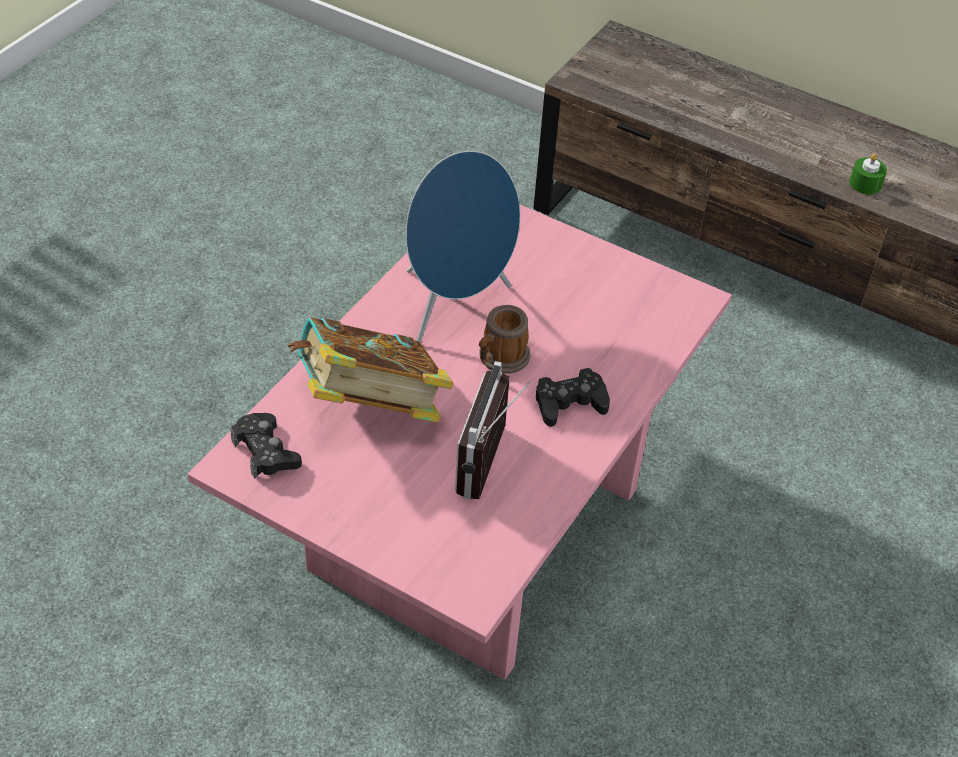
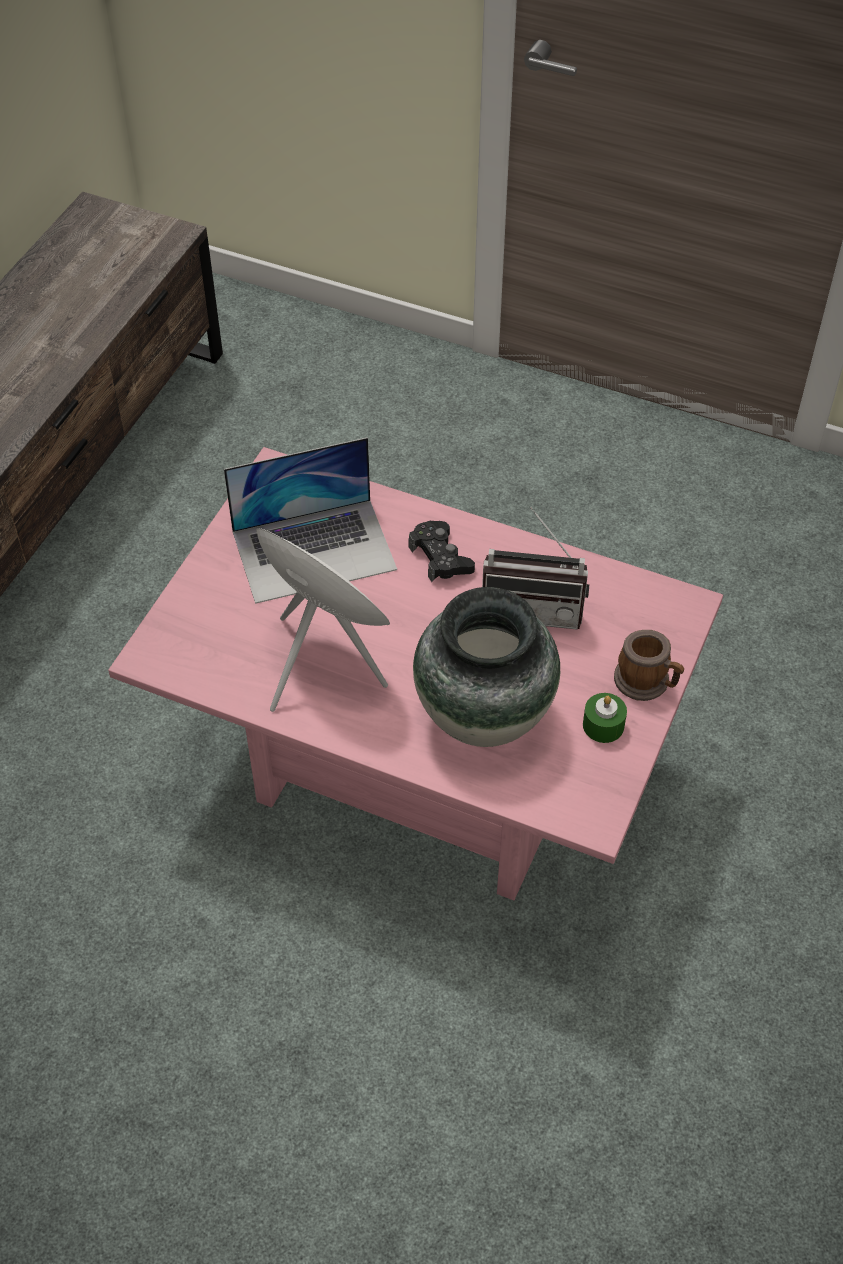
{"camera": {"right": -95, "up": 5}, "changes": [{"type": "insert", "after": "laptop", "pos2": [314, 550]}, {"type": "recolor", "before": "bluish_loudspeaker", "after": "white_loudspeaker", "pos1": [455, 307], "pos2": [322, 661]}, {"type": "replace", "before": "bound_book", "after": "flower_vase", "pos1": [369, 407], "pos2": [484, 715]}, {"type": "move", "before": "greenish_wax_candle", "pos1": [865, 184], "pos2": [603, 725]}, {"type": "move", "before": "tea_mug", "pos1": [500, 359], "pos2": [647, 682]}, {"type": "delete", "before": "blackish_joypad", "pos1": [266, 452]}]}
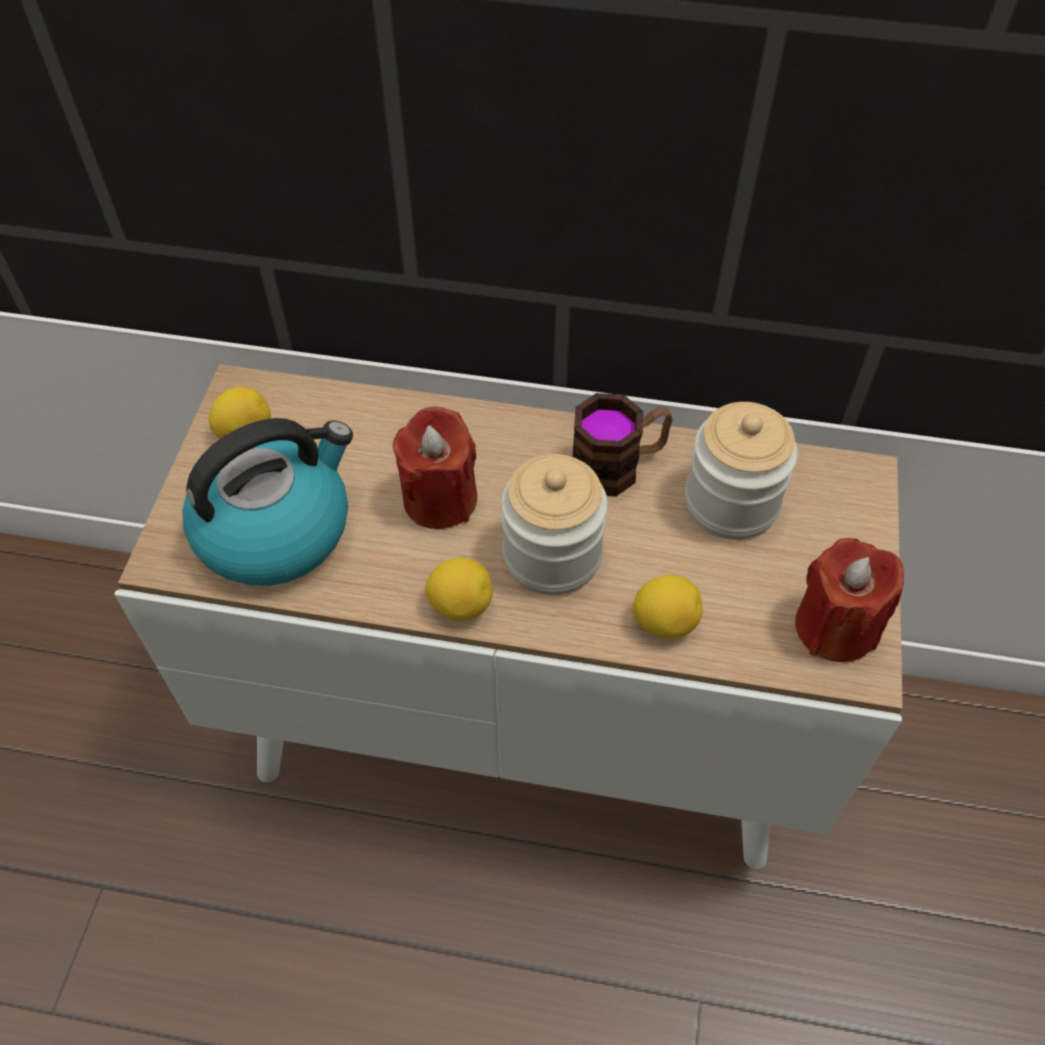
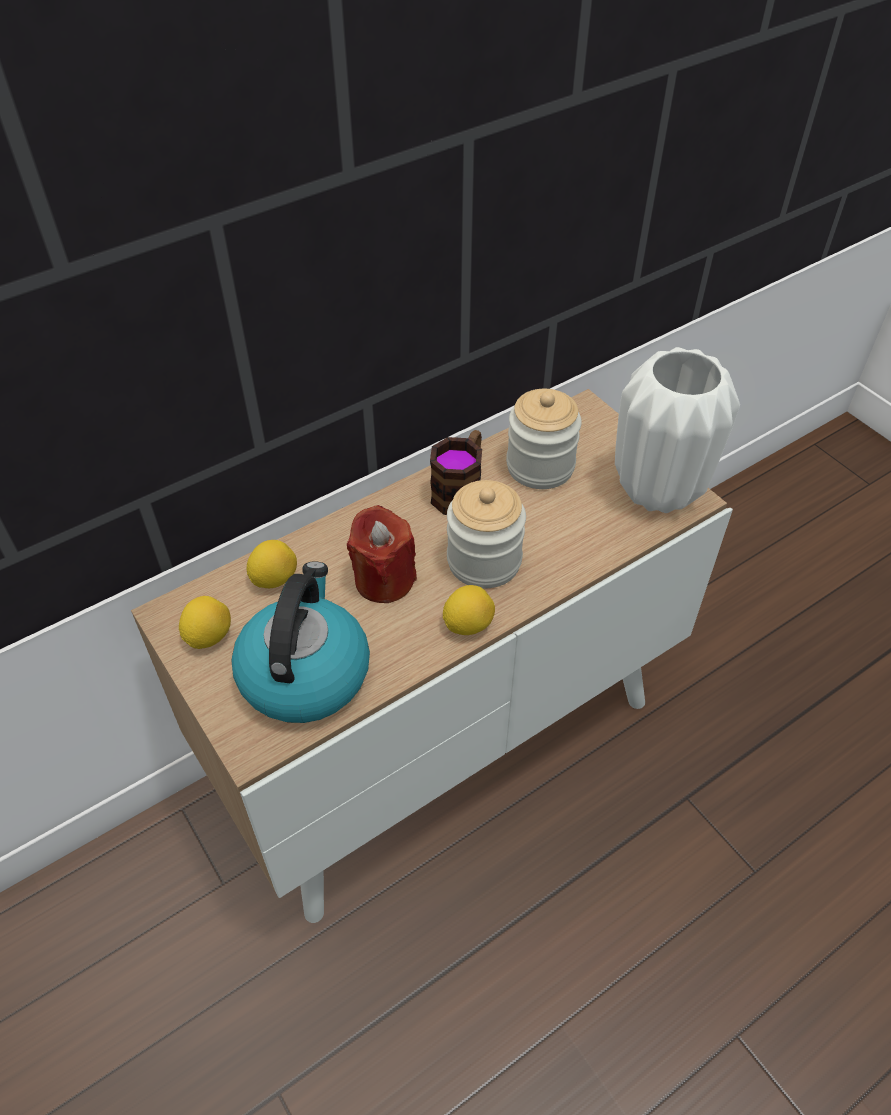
{"camera": {"right": -45, "up": -5}, "changes": [{"type": "move", "before": "citrus_fruit", "pos1": [664, 622], "pos2": [274, 579]}, {"type": "replace", "before": "reddish_wax_candle", "after": "white_flower_vase", "pos1": [835, 627], "pos2": [658, 489]}]}
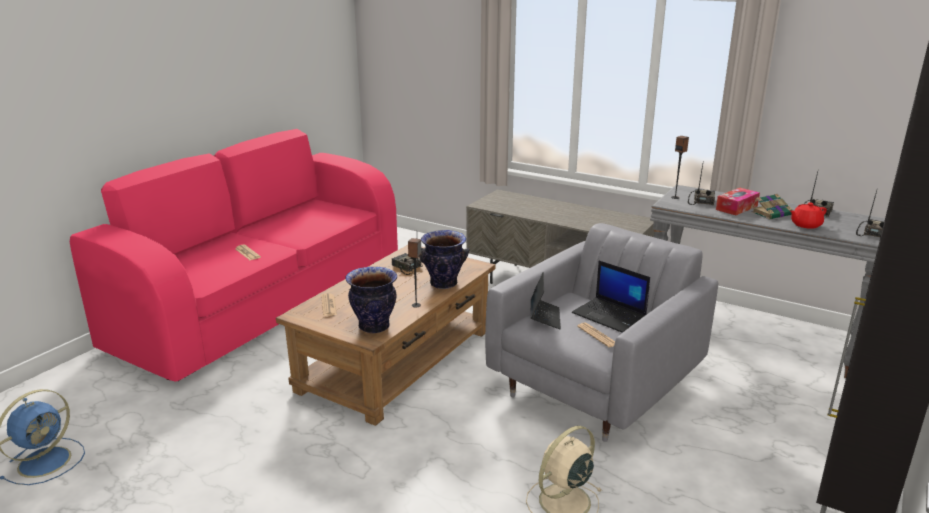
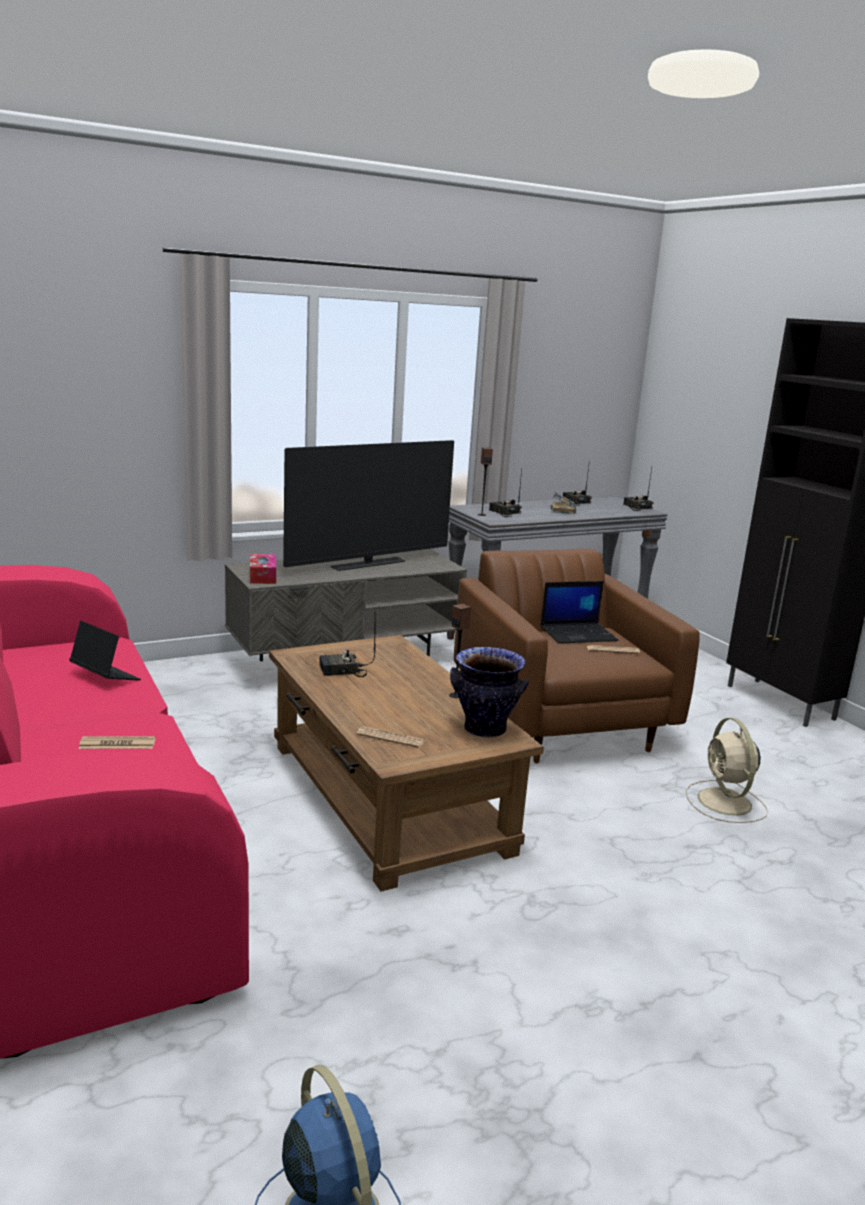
{"camera": {"right": -60, "up": -5}, "changes": [{"type": "move", "before": "laptop", "pos1": [544, 317], "pos2": [105, 677]}, {"type": "move", "before": "tissue_box", "pos1": [736, 208], "pos2": [263, 576]}, {"type": "insert", "after": "TV", "pos2": [368, 564]}, {"type": "recolor", "before": "grey_easy_chair", "after": "brown-coloured_easy_chair", "pos1": [596, 386], "pos2": [559, 721]}, {"type": "delete", "before": "flower_vase", "pos1": [443, 284]}, {"type": "delete", "before": "reddish_tea_pot", "pos1": [805, 225]}]}
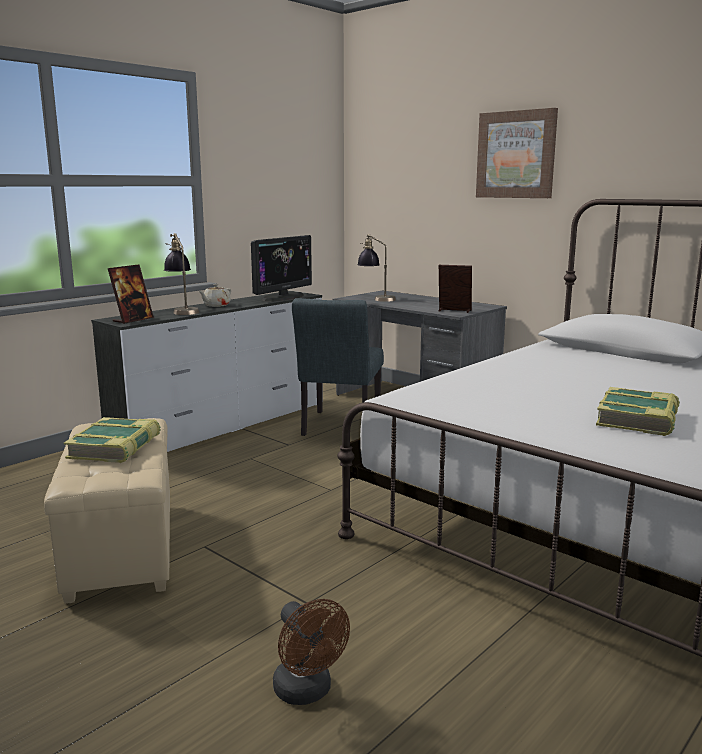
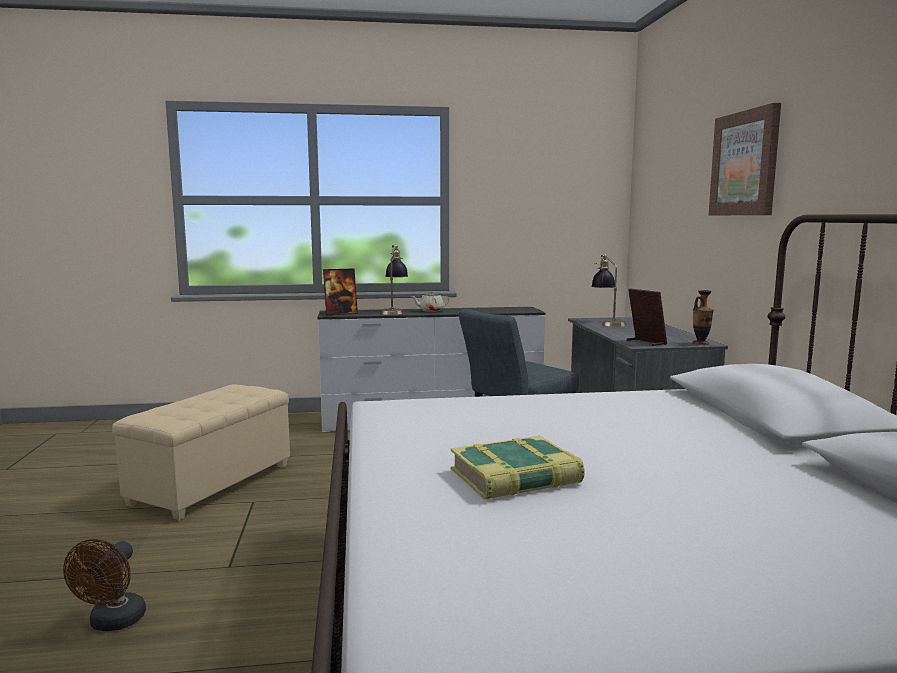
{"camera": {"right": 40, "up": -5}, "changes": [{"type": "insert", "after": "flower_vase", "pos2": [700, 343]}, {"type": "delete", "before": "bound_book", "pos1": [116, 447]}, {"type": "delete", "before": "monitor", "pos1": [283, 297]}]}
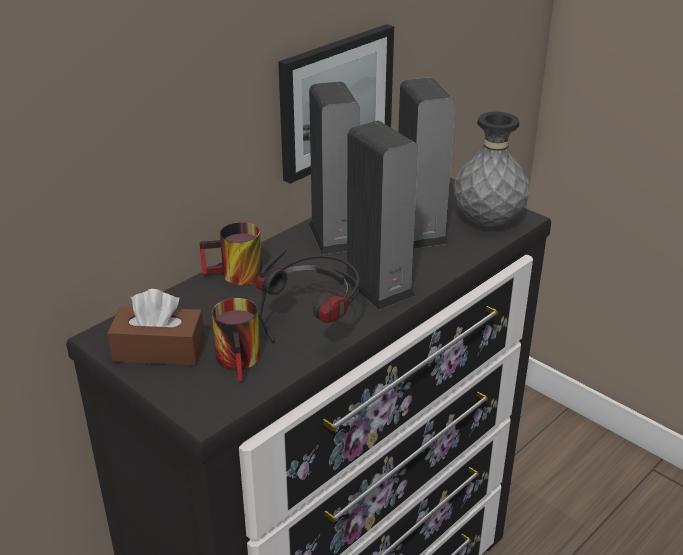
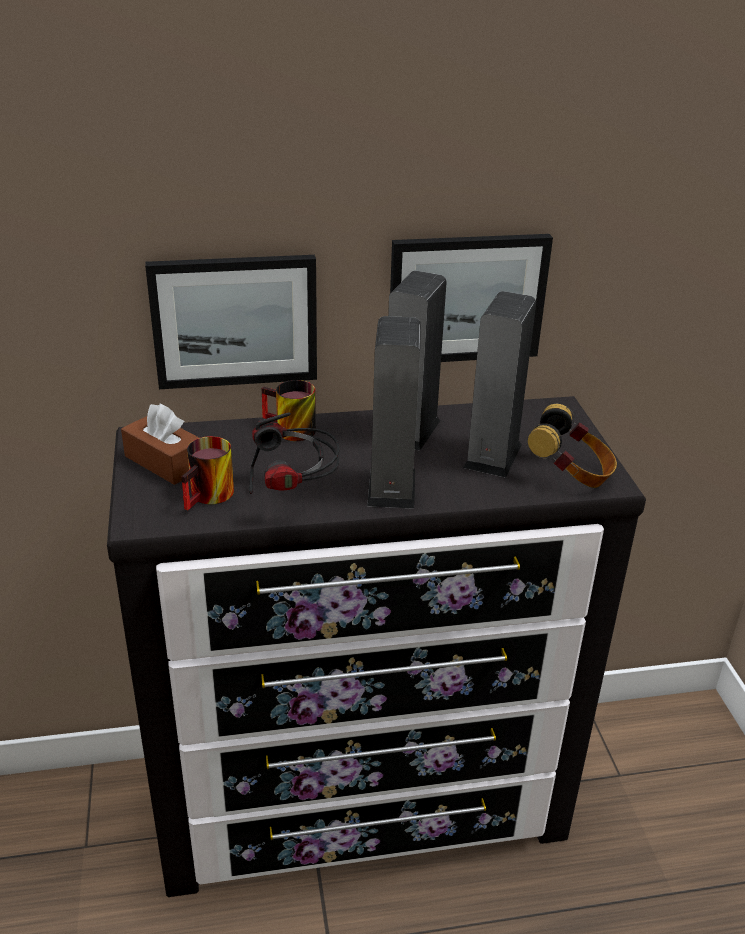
{"camera": {"right": 35, "up": 0}, "changes": [{"type": "insert", "after": "wall_art", "pos2": [234, 320]}, {"type": "replace", "before": "grey_flower_vase", "after": "headset", "pos1": [488, 222], "pos2": [570, 474]}]}
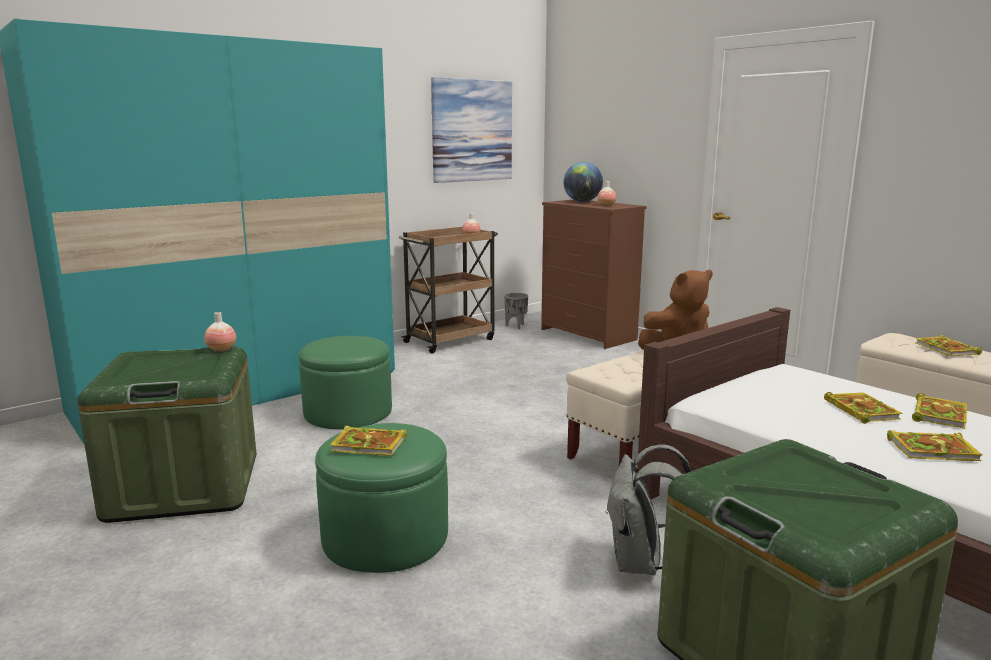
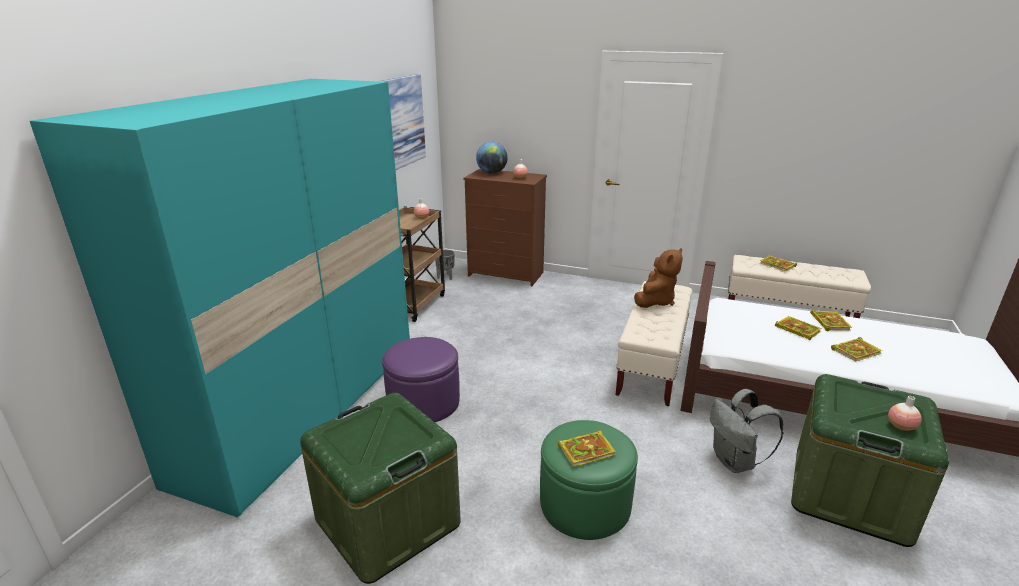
{"camera": {"right": -30, "up": 10}, "changes": [{"type": "recolor", "before": "greenish_footrest", "after": "purple-coloured_footrest", "pos1": [348, 412], "pos2": [423, 402]}, {"type": "move", "before": "flower_vase", "pos1": [221, 349], "pos2": [901, 426]}]}
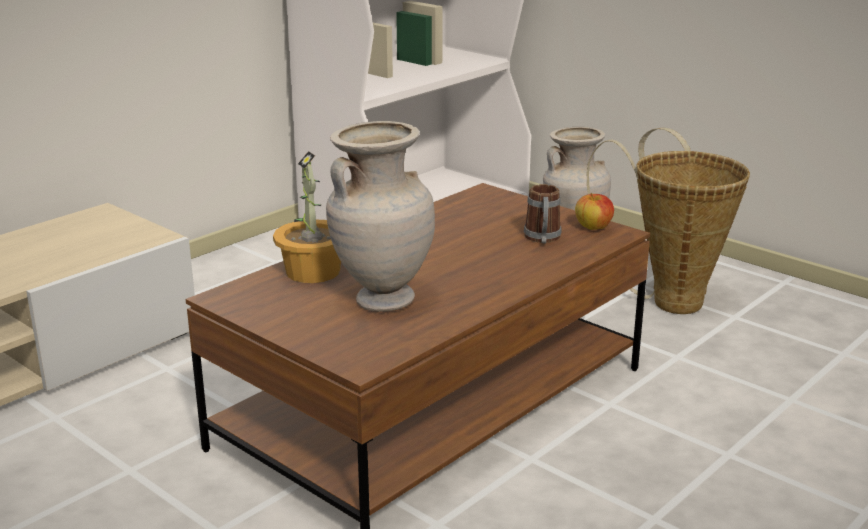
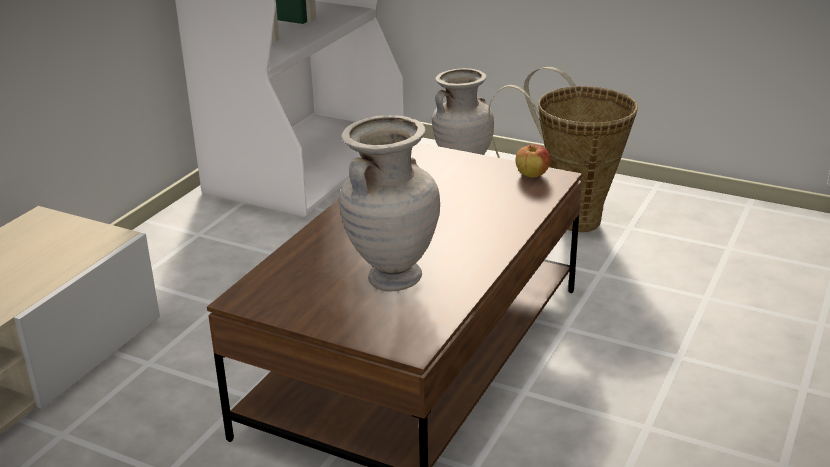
{"camera": {"right": -15, "up": 5}, "changes": [{"type": "delete", "before": "houseplant", "pos1": [314, 271]}, {"type": "delete", "before": "tea_mug", "pos1": [542, 239]}]}
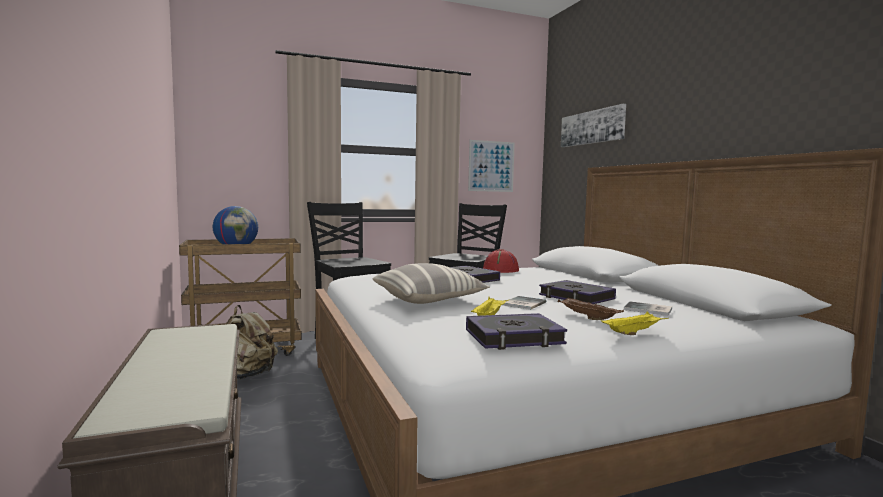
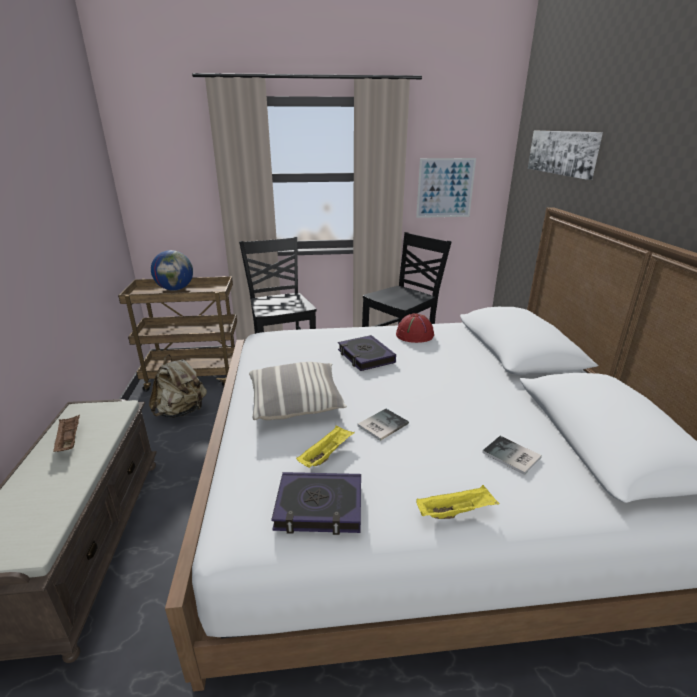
{"camera": {"right": 15, "up": 20}, "changes": [{"type": "move", "before": "brown-coloured_carrying_tray", "pos1": [587, 317], "pos2": [69, 441]}, {"type": "delete", "before": "bound_book", "pos1": [576, 297]}]}
